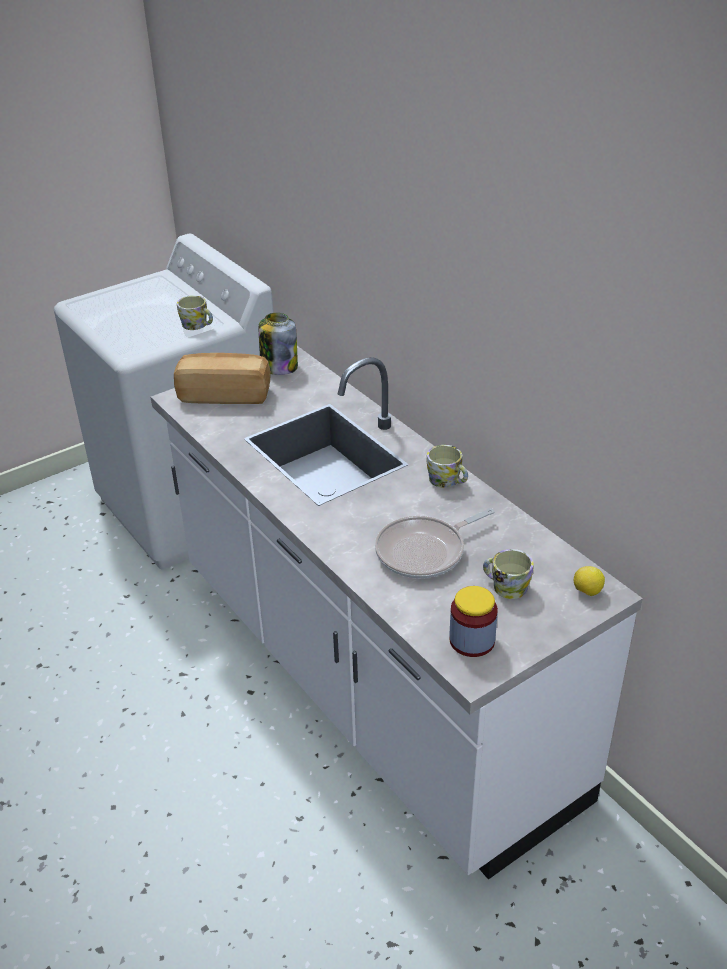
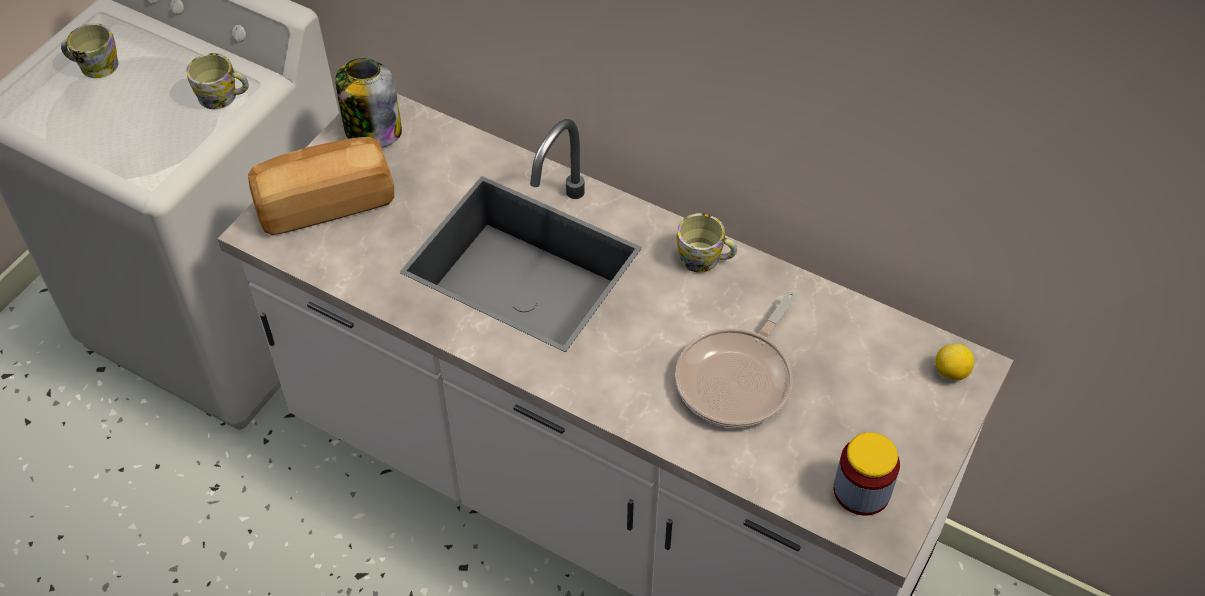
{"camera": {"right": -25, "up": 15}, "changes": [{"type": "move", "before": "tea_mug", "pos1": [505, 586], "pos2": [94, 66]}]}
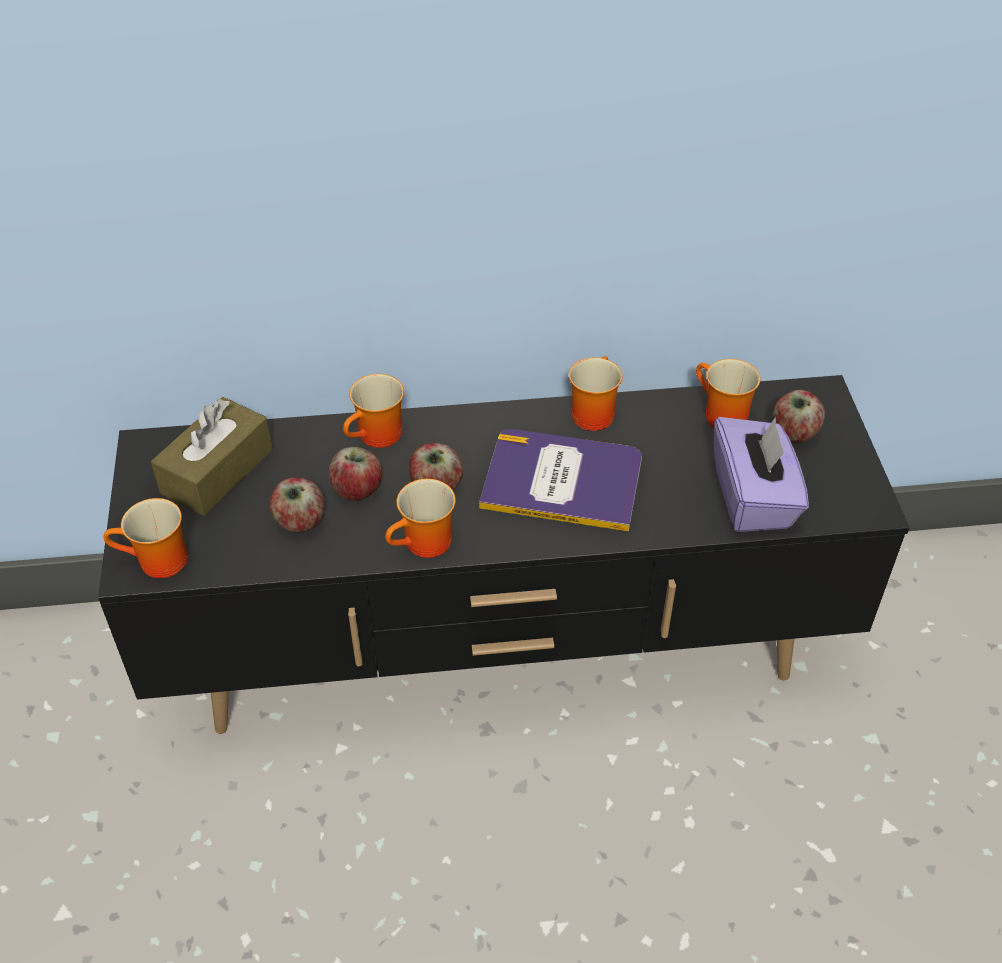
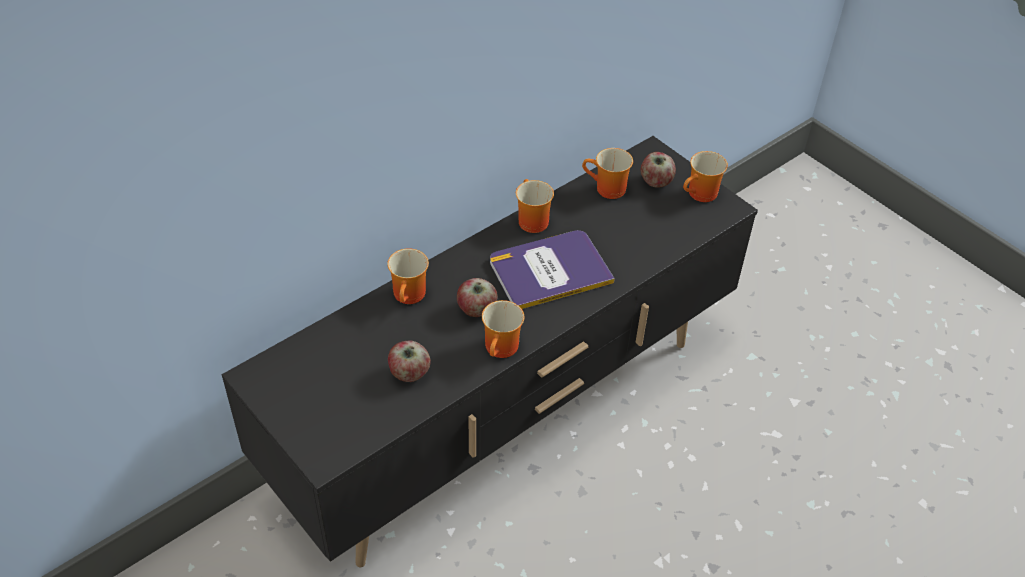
{"camera": {"right": -35, "up": 0}, "changes": [{"type": "move", "before": "tea_mug", "pos1": [157, 564], "pos2": [702, 195]}, {"type": "delete", "before": "brown-coloured_tissue_box", "pos1": [217, 471]}, {"type": "delete", "before": "whole_apple", "pos1": [357, 490]}, {"type": "delete", "before": "purple-coloured_tissue_box", "pos1": [753, 497]}]}
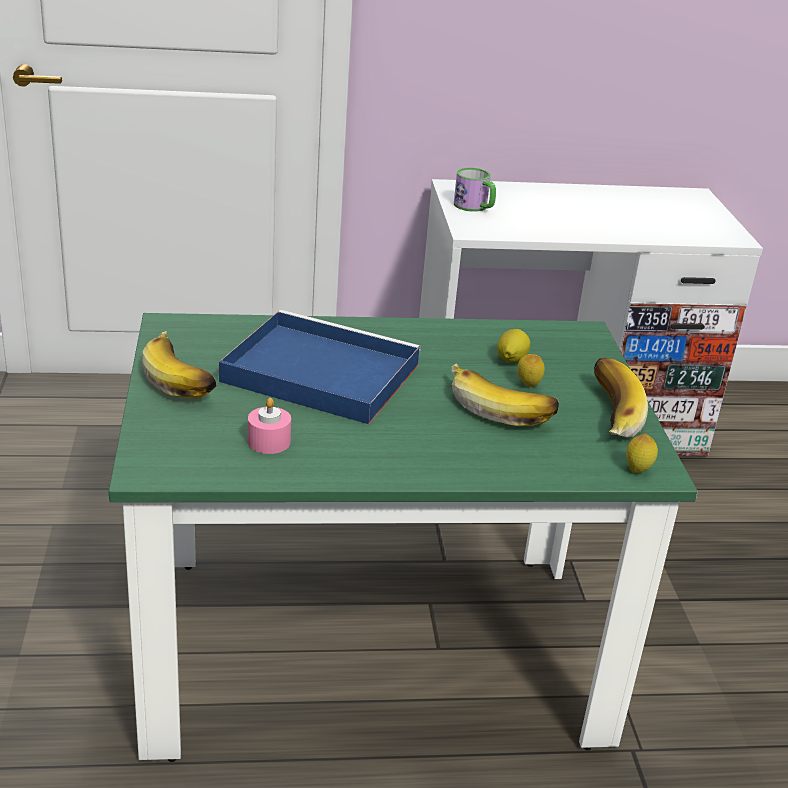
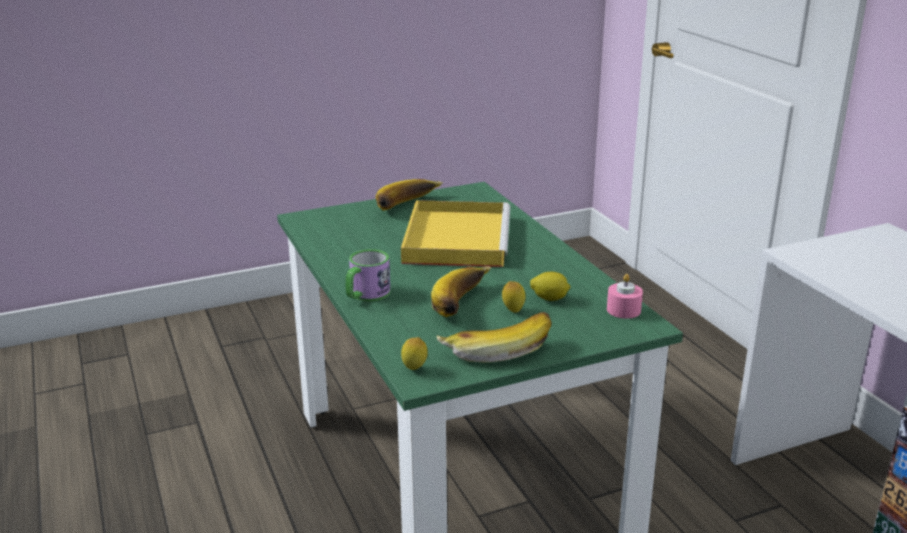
{"camera": {"right": 75, "up": -5}, "changes": [{"type": "move", "before": "tea_mug", "pos1": [474, 207], "pos2": [366, 295]}, {"type": "recolor", "before": "bluish_carrying_tray", "after": "yellow-coloured_carrying_tray", "pos1": [317, 372], "pos2": [456, 238]}, {"type": "move", "before": "pink-coloured_wax_candle", "pos1": [269, 441], "pos2": [623, 310]}]}
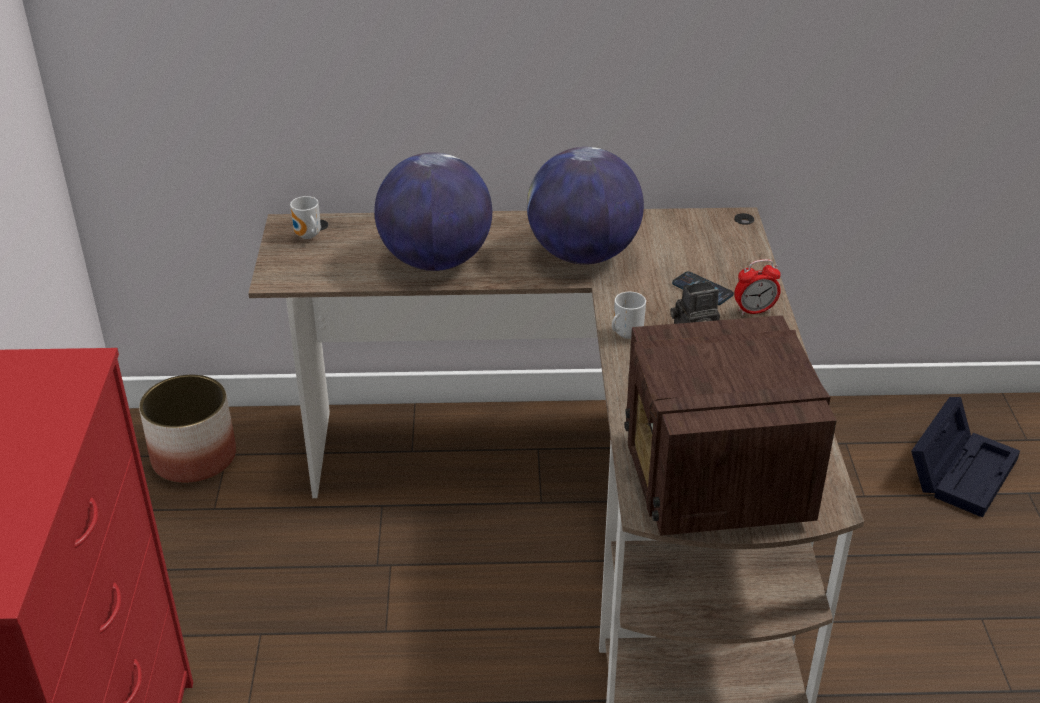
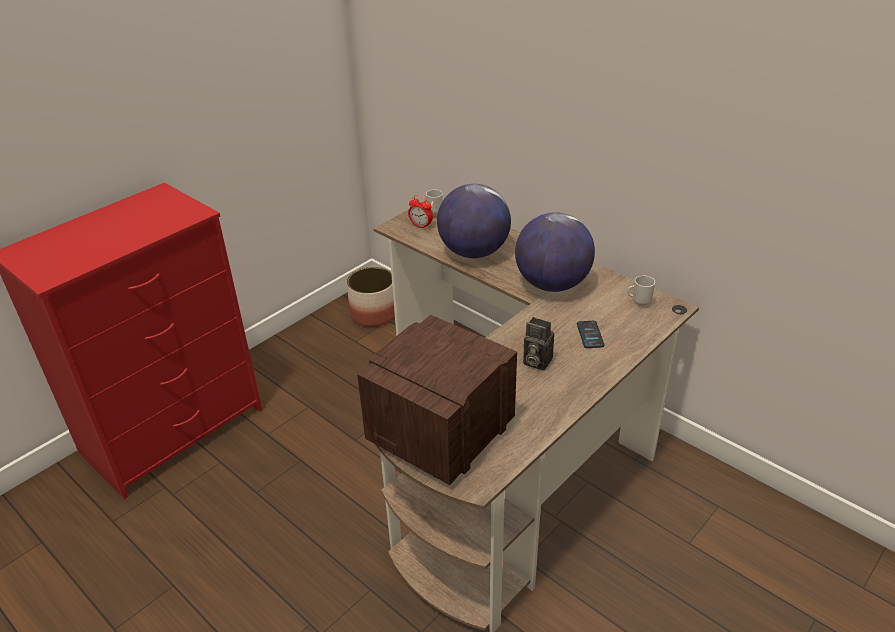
{"camera": {"right": 45, "up": 0}, "changes": [{"type": "move", "before": "table_clock", "pos1": [754, 311], "pos2": [421, 226]}, {"type": "move", "before": "tea_mug", "pos1": [625, 334], "pos2": [639, 302]}, {"type": "delete", "before": "blackish_storage_bin", "pos1": [961, 469]}]}
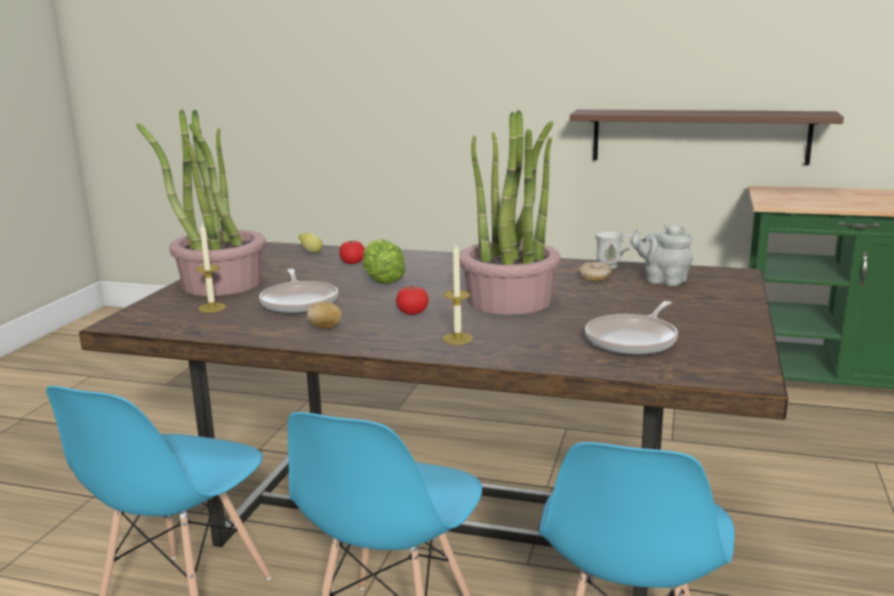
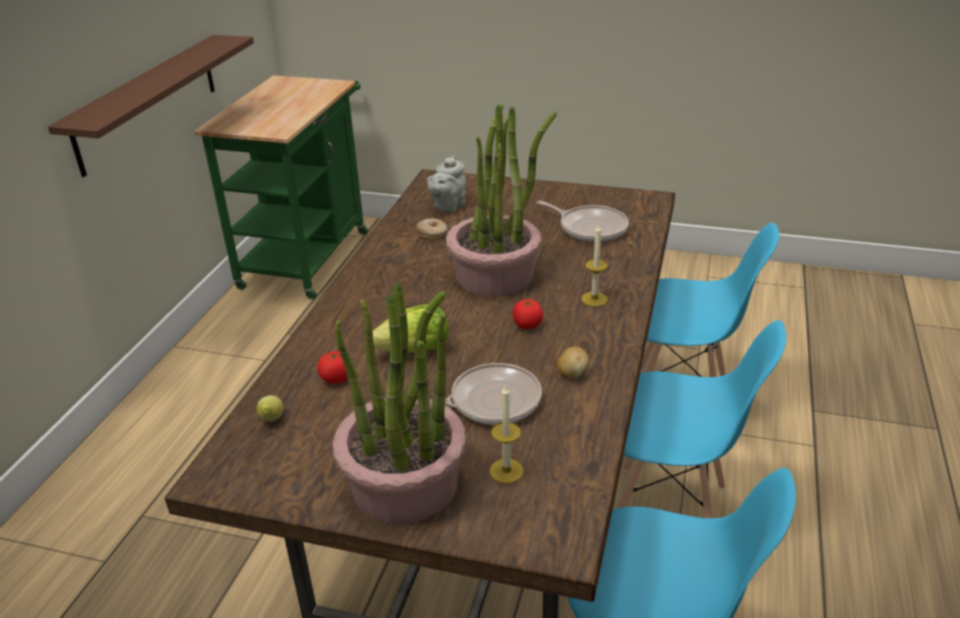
{"camera": {"right": -90, "up": 15}, "changes": [{"type": "delete", "before": "white_tea_mug", "pos1": [613, 266]}]}
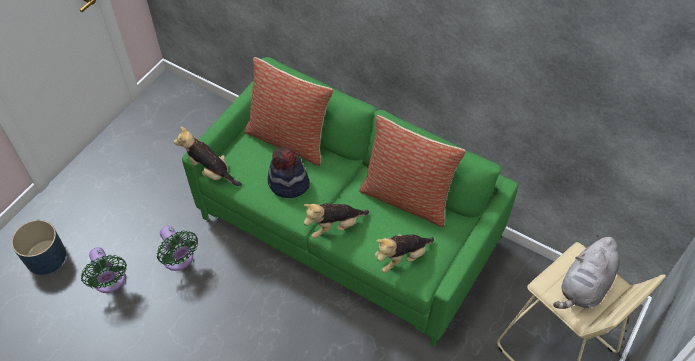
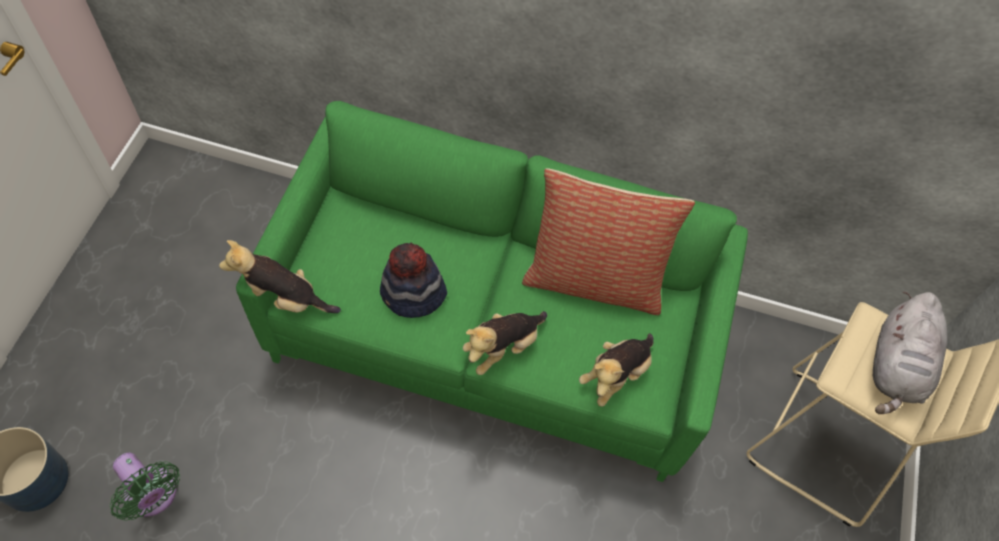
{"camera": {"right": -20, "up": 5}, "changes": [{"type": "delete", "before": "greenish_electric_fan", "pos1": [179, 260]}, {"type": "delete", "before": "cushion", "pos1": [289, 139]}]}
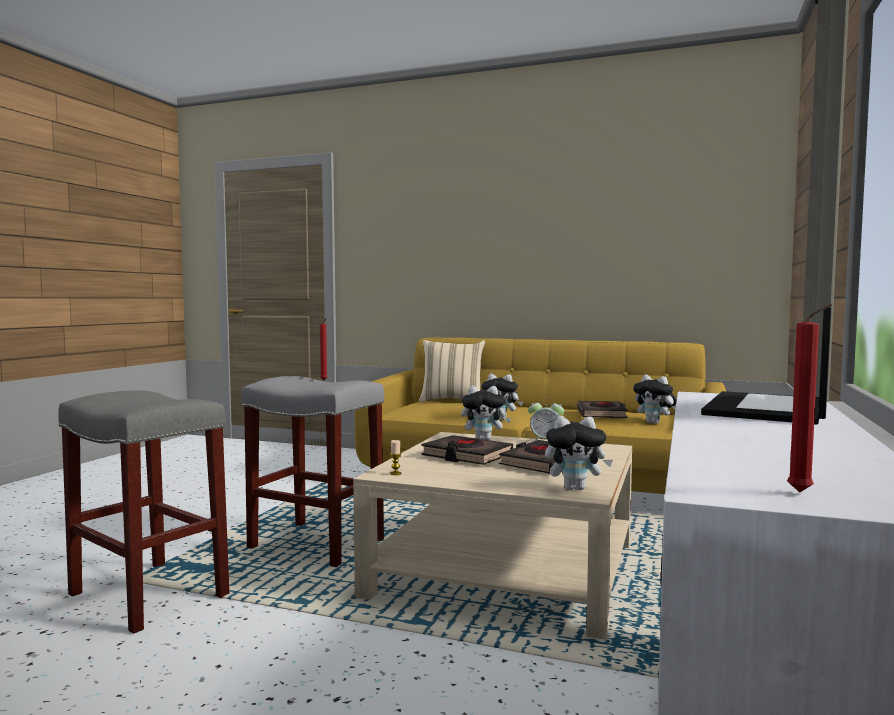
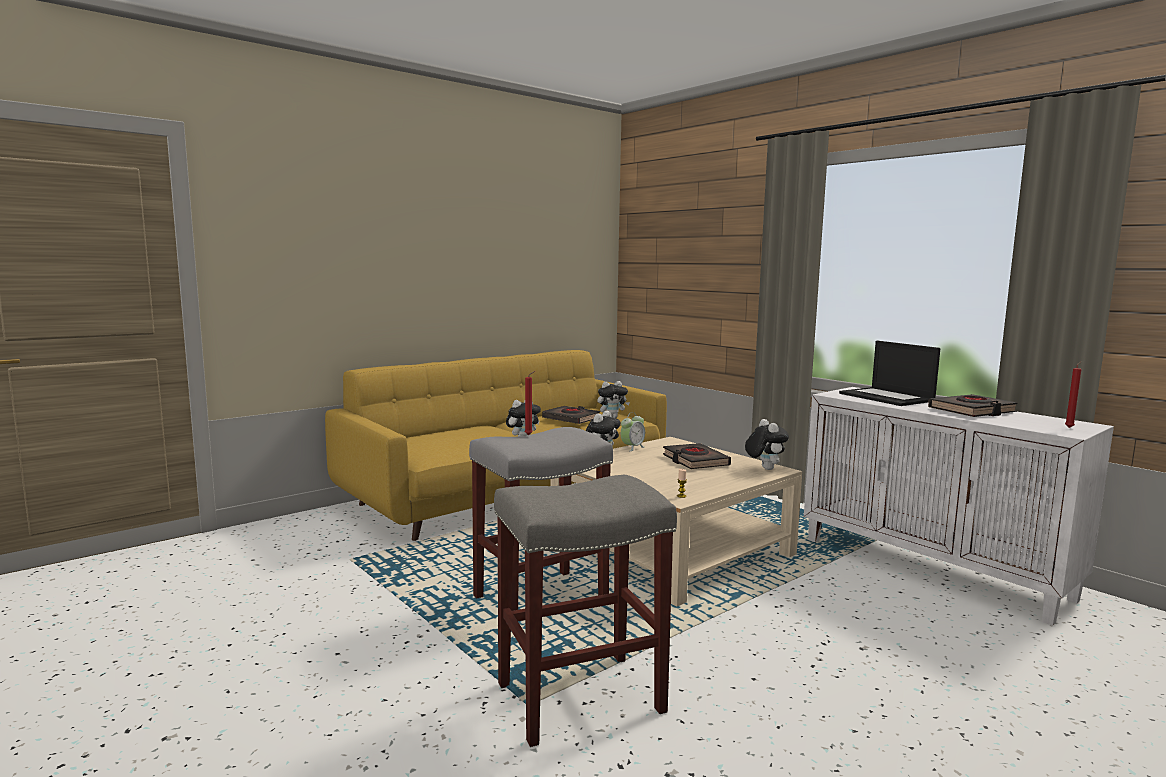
{"camera": {"right": -60, "up": 5}, "changes": [{"type": "rotate", "before": "plush_toy", "pos1": [575, 488], "pos2": [764, 468], "turn": -45}, {"type": "move", "before": "blackish_bound_book", "pos1": [467, 456], "pos2": [972, 411]}, {"type": "delete", "before": "sand-coloured_cushion", "pos1": [452, 401]}]}
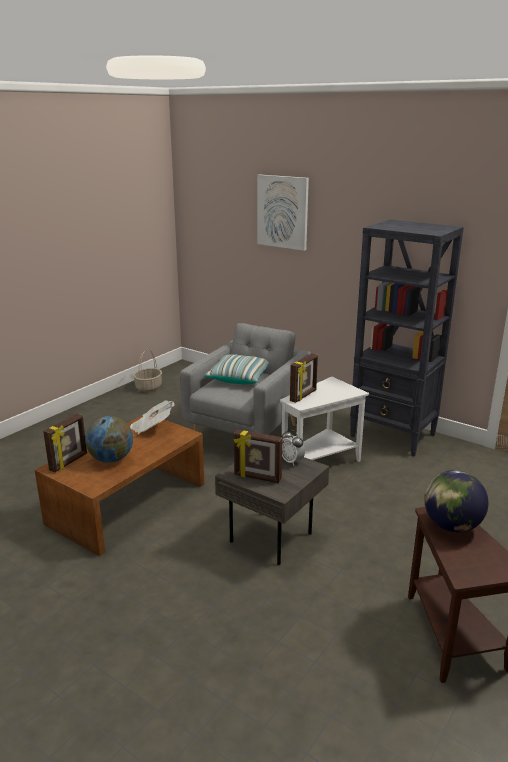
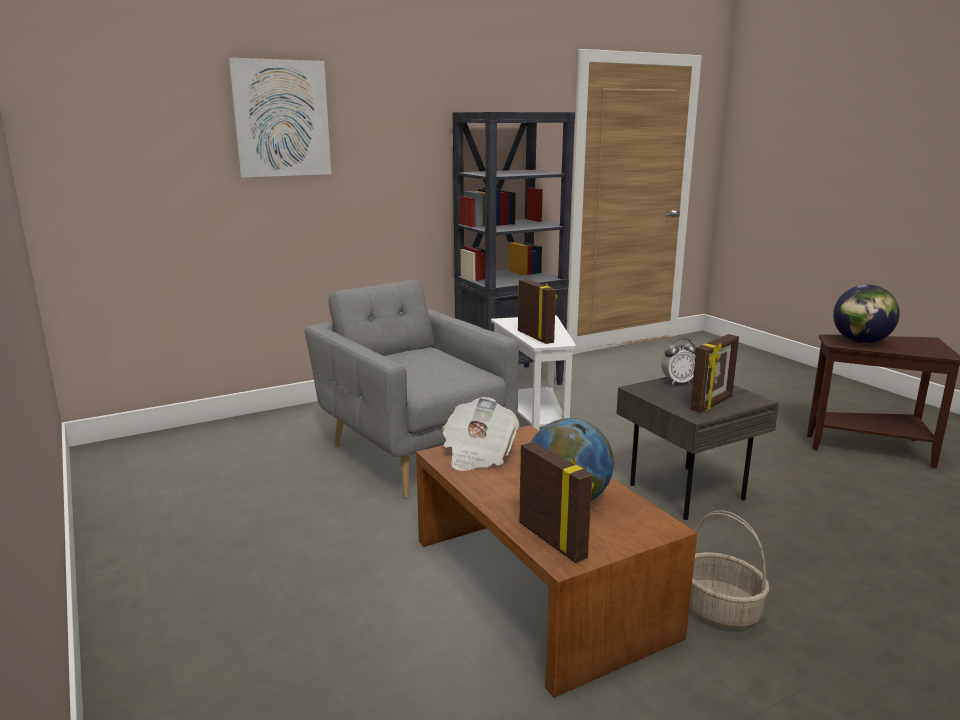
{"camera": {"right": -65, "up": -5}, "changes": [{"type": "move", "before": "basket", "pos1": [148, 387], "pos2": [721, 610]}, {"type": "delete", "before": "cushion", "pos1": [239, 378]}]}
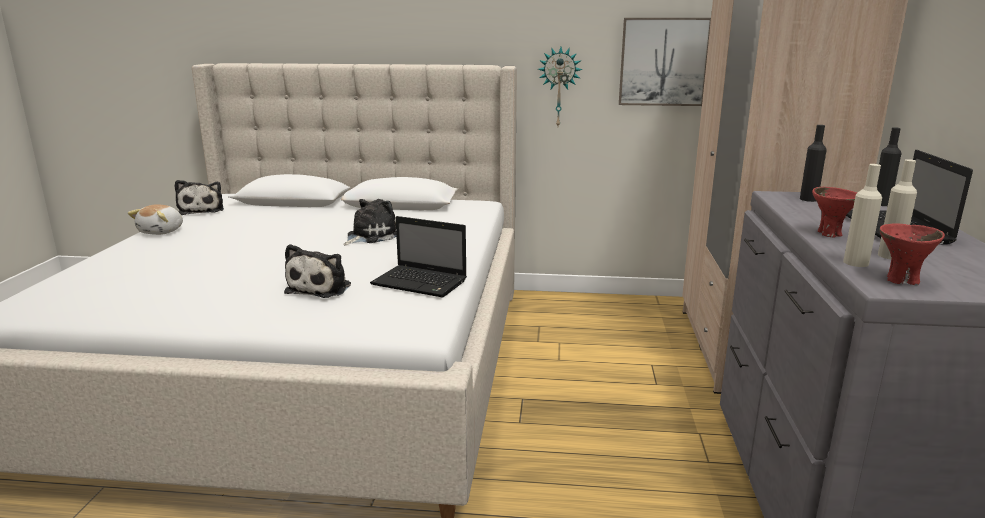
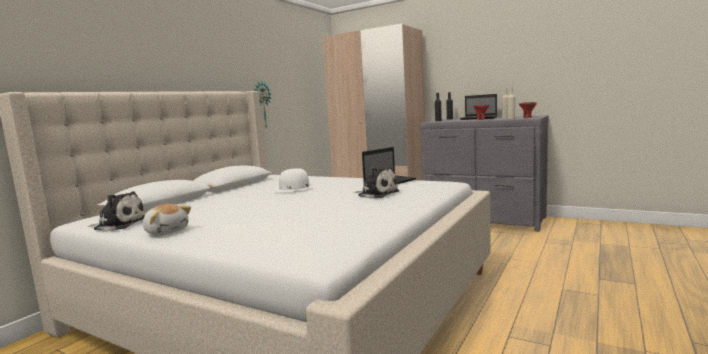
{"camera": {"right": -65, "up": -10}, "changes": [{"type": "replace", "before": "plush_toy", "after": "white_clothing_hat", "pos1": [370, 236], "pos2": [294, 188]}, {"type": "delete", "before": "wall_art", "pos1": [663, 62]}]}
